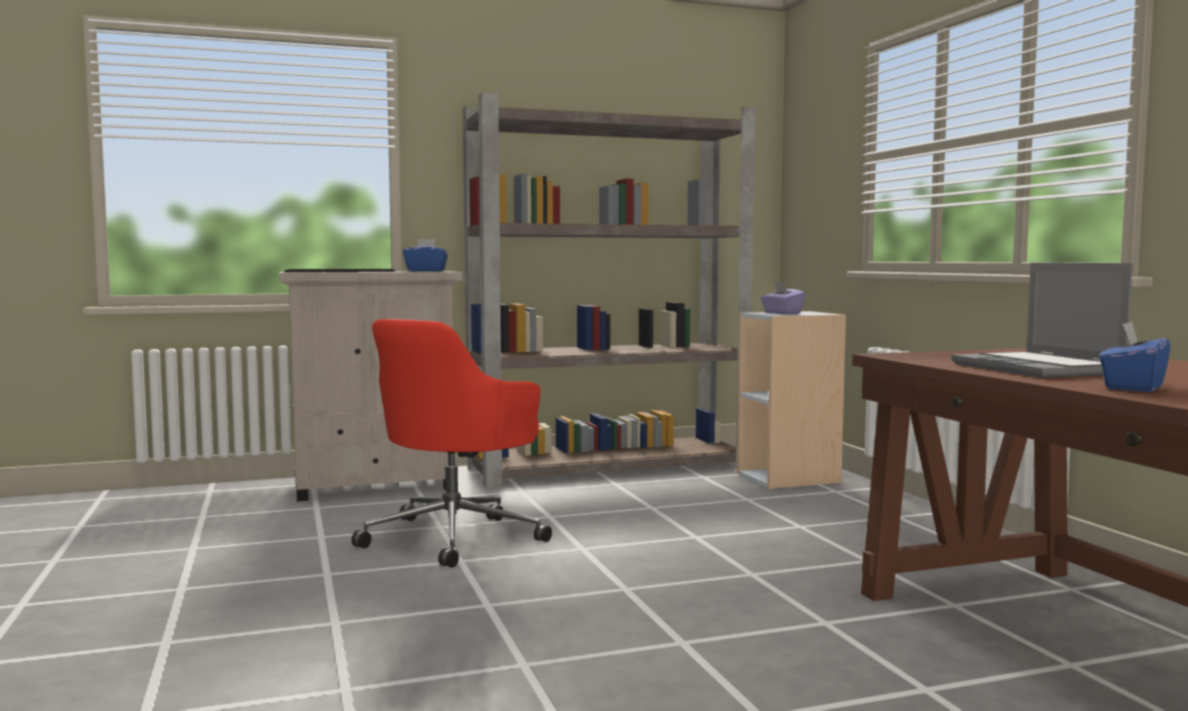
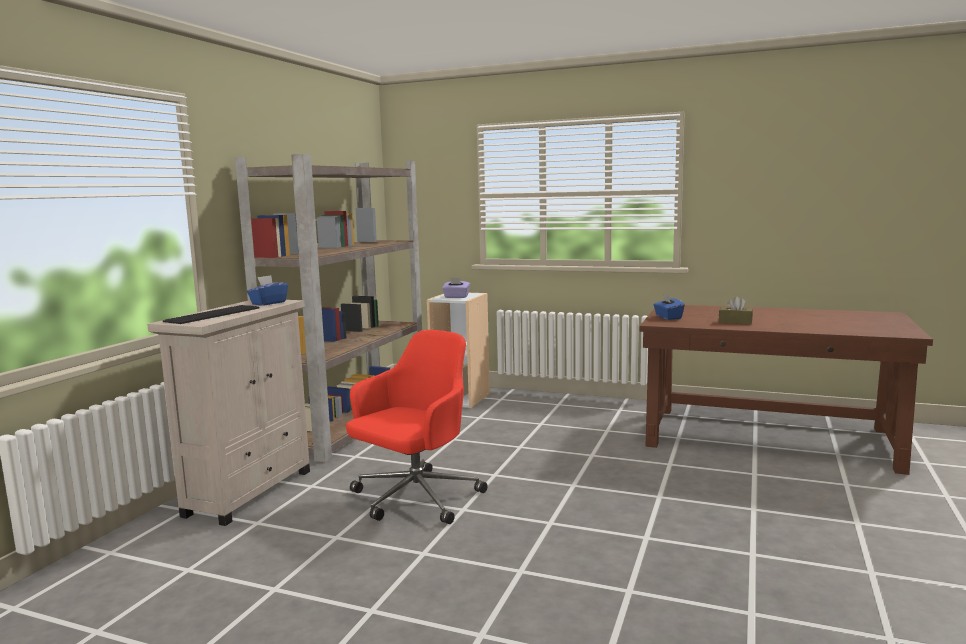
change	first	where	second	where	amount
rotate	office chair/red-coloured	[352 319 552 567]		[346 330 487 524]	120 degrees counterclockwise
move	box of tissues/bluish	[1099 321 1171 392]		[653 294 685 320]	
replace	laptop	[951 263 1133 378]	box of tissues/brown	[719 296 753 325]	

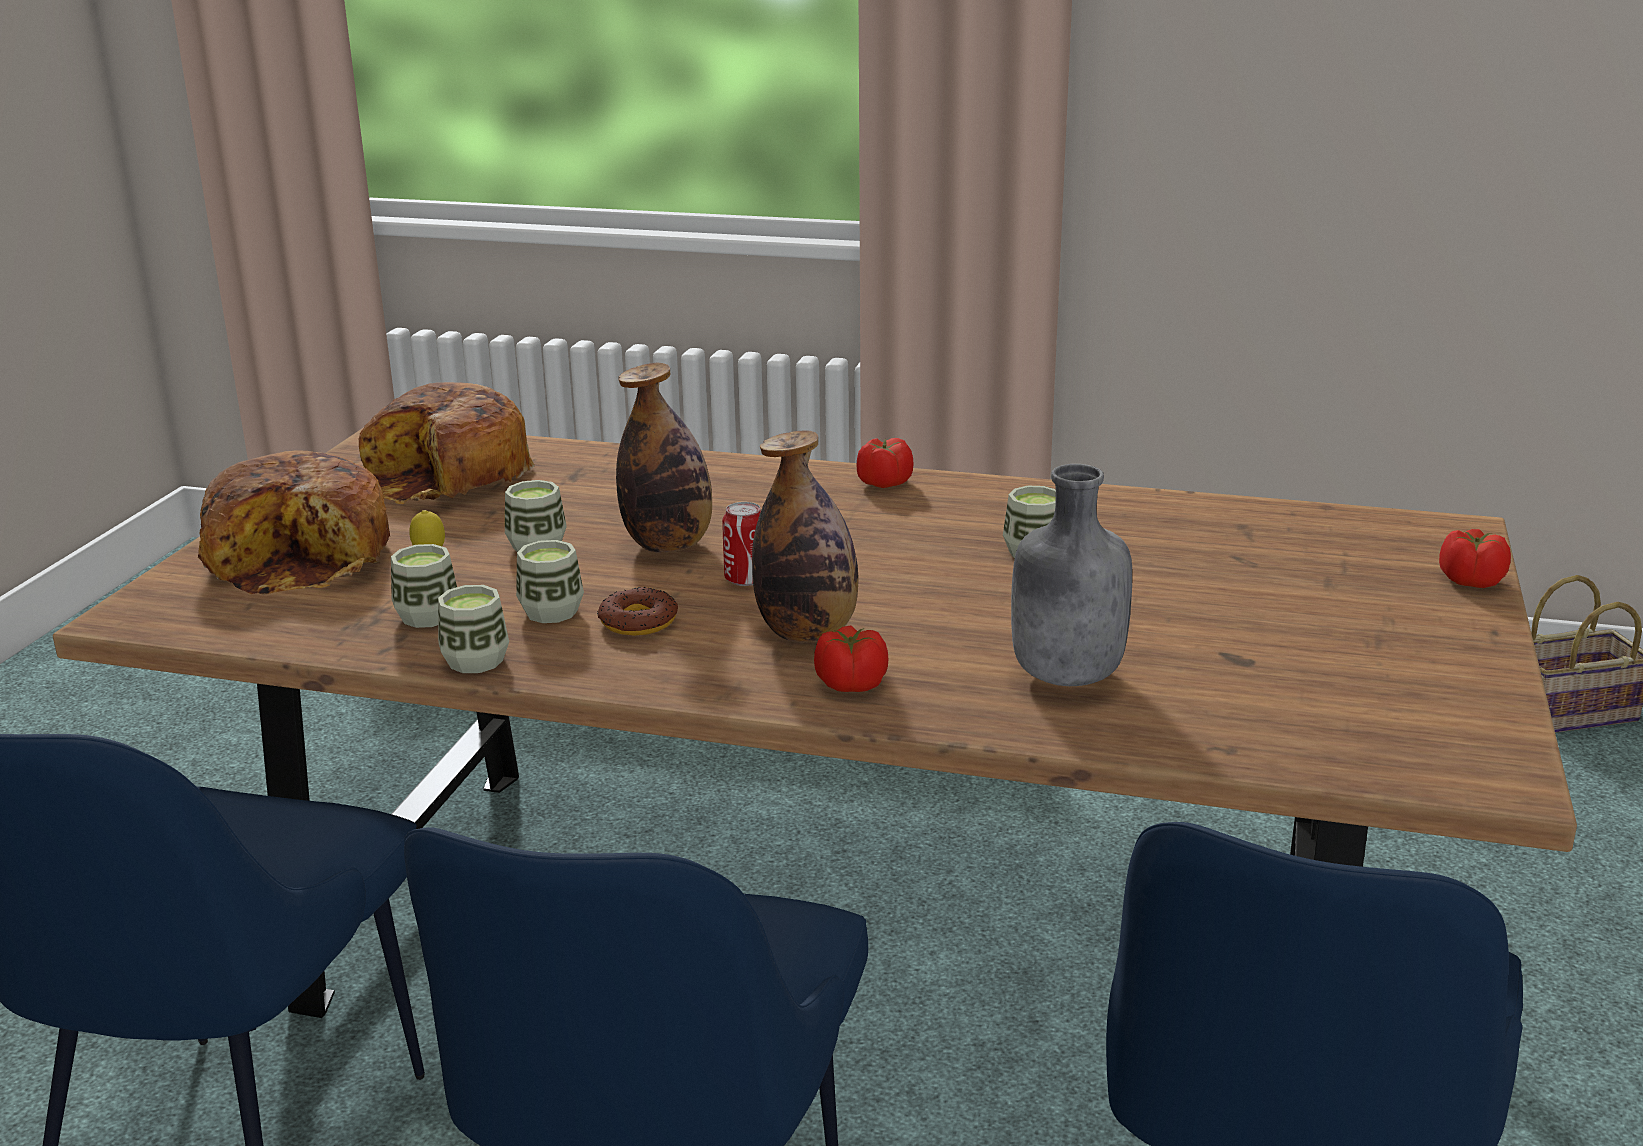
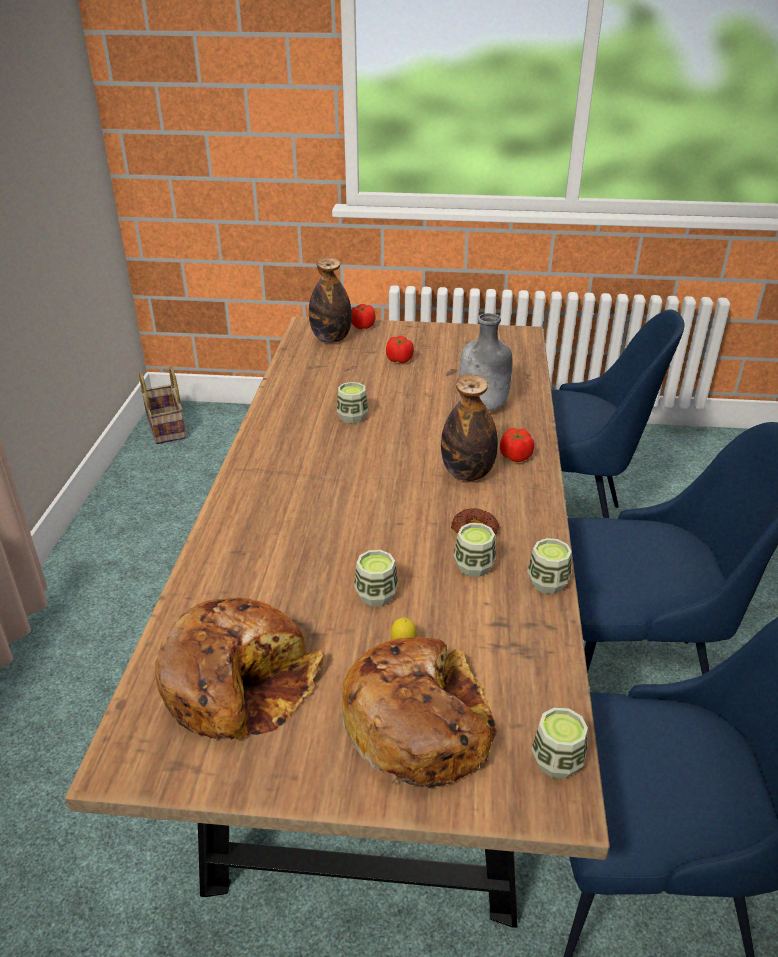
change	first	where	second	where	amount
move	bottle	[616 363 712 553]		[309 257 352 343]	
move	fresh tomato	[856 438 914 488]		[386 336 414 363]	
move	cup	[391 544 457 628]		[531 707 588 779]	
delete	sealed can	[722 502 761 586]			

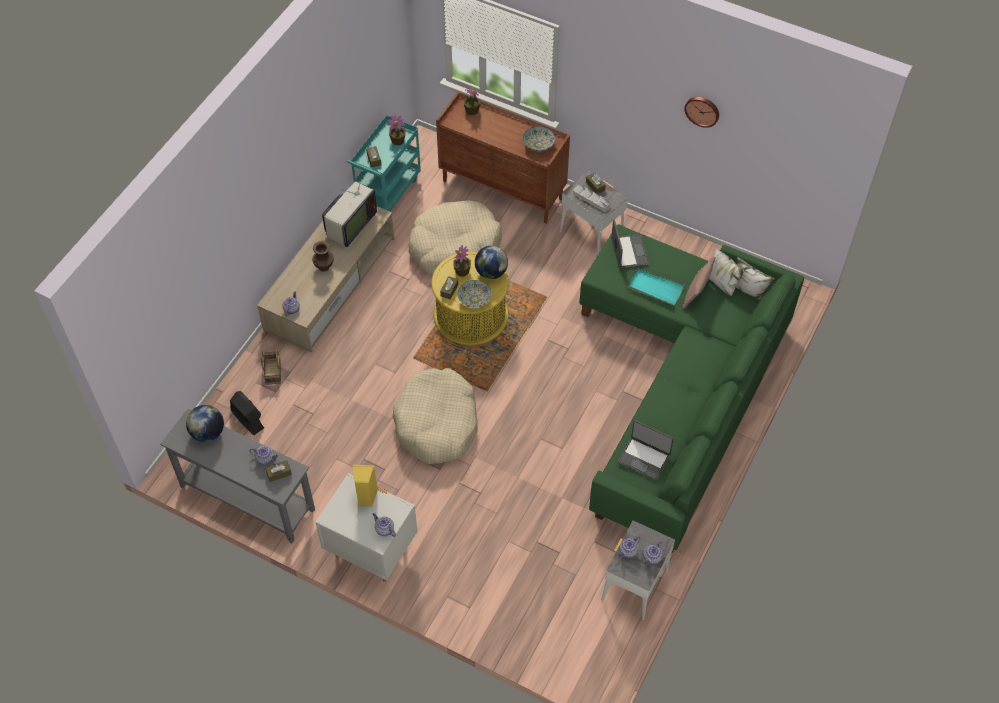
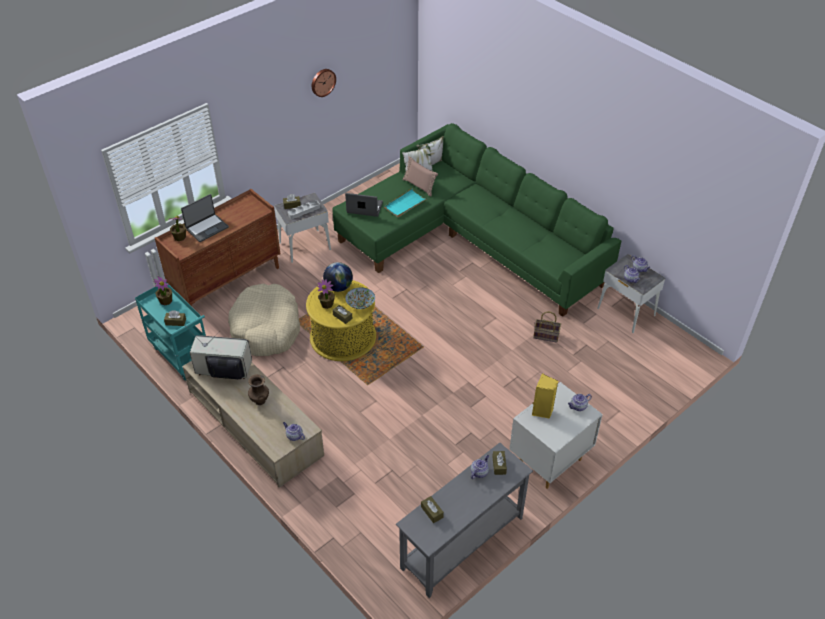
change	first	where	second	where	amount
move	laptop	[617 420 674 480]		[181 194 229 242]	
rotate	TV set	[322 165 377 247]		[184 325 252 379]	45 degrees counterclockwise
replace	globe	[186 405 224 442]	box of tissues/brown	[421 496 444 523]	
move	basket	[261 350 281 385]		[533 311 561 343]	
delete	electric fan/black	[230 391 264 435]			
delete	dog cushion/sand-coloured	[393 368 478 464]			
delete	serving bowl	[523 126 555 151]			

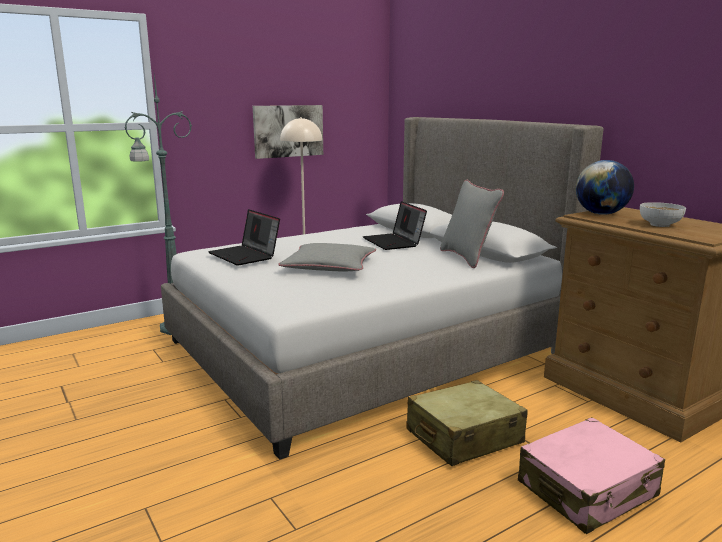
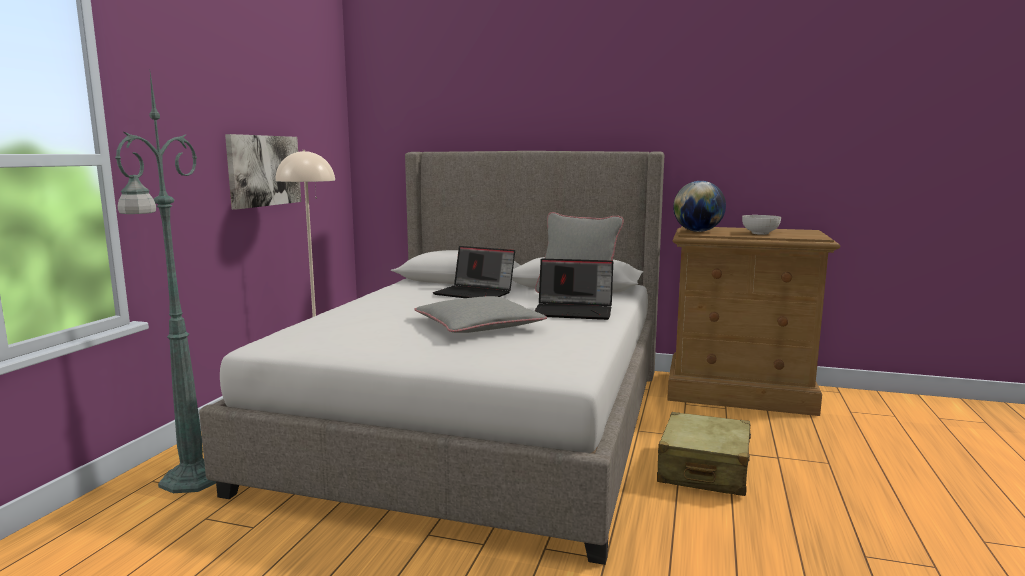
change	first	where	second	where	amount
move	laptop	[208 209 280 266]		[535 259 613 320]	
delete	travel case/pink	[518 417 665 534]			

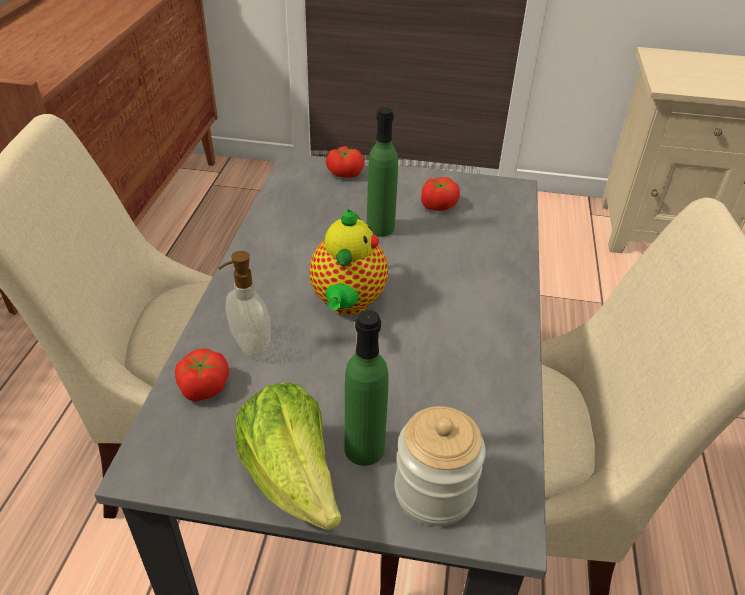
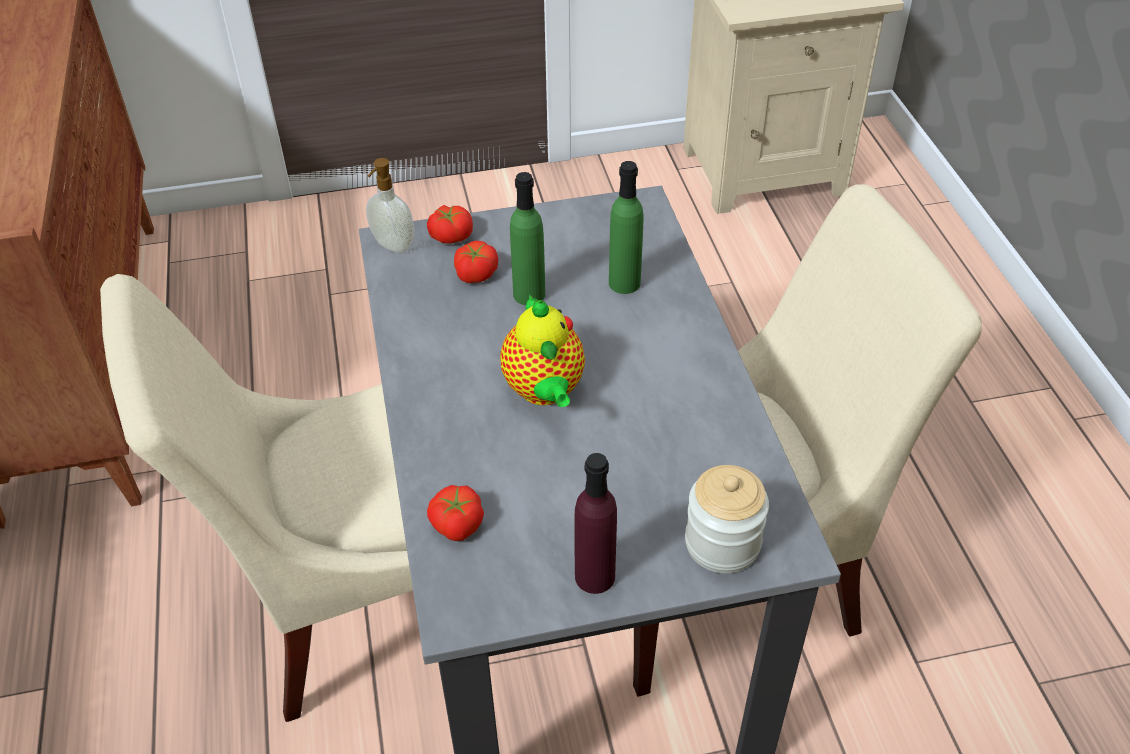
change	first	where	second	where	amount
move	liquid soap bottle	[218 251 271 358]		[366 158 414 253]	
move	fresh tomato	[421 177 460 211]		[454 241 498 283]	
replace	lettuce	[235 383 341 530]	bottle/purplish	[574 453 617 594]	
move	bottle/green-coloured	[344 310 388 466]		[609 161 643 294]	

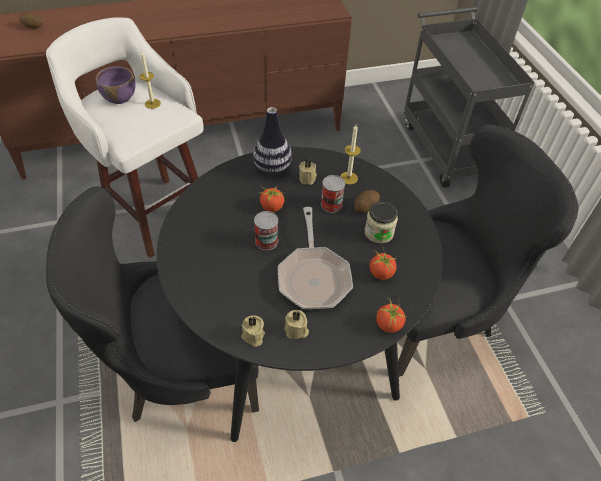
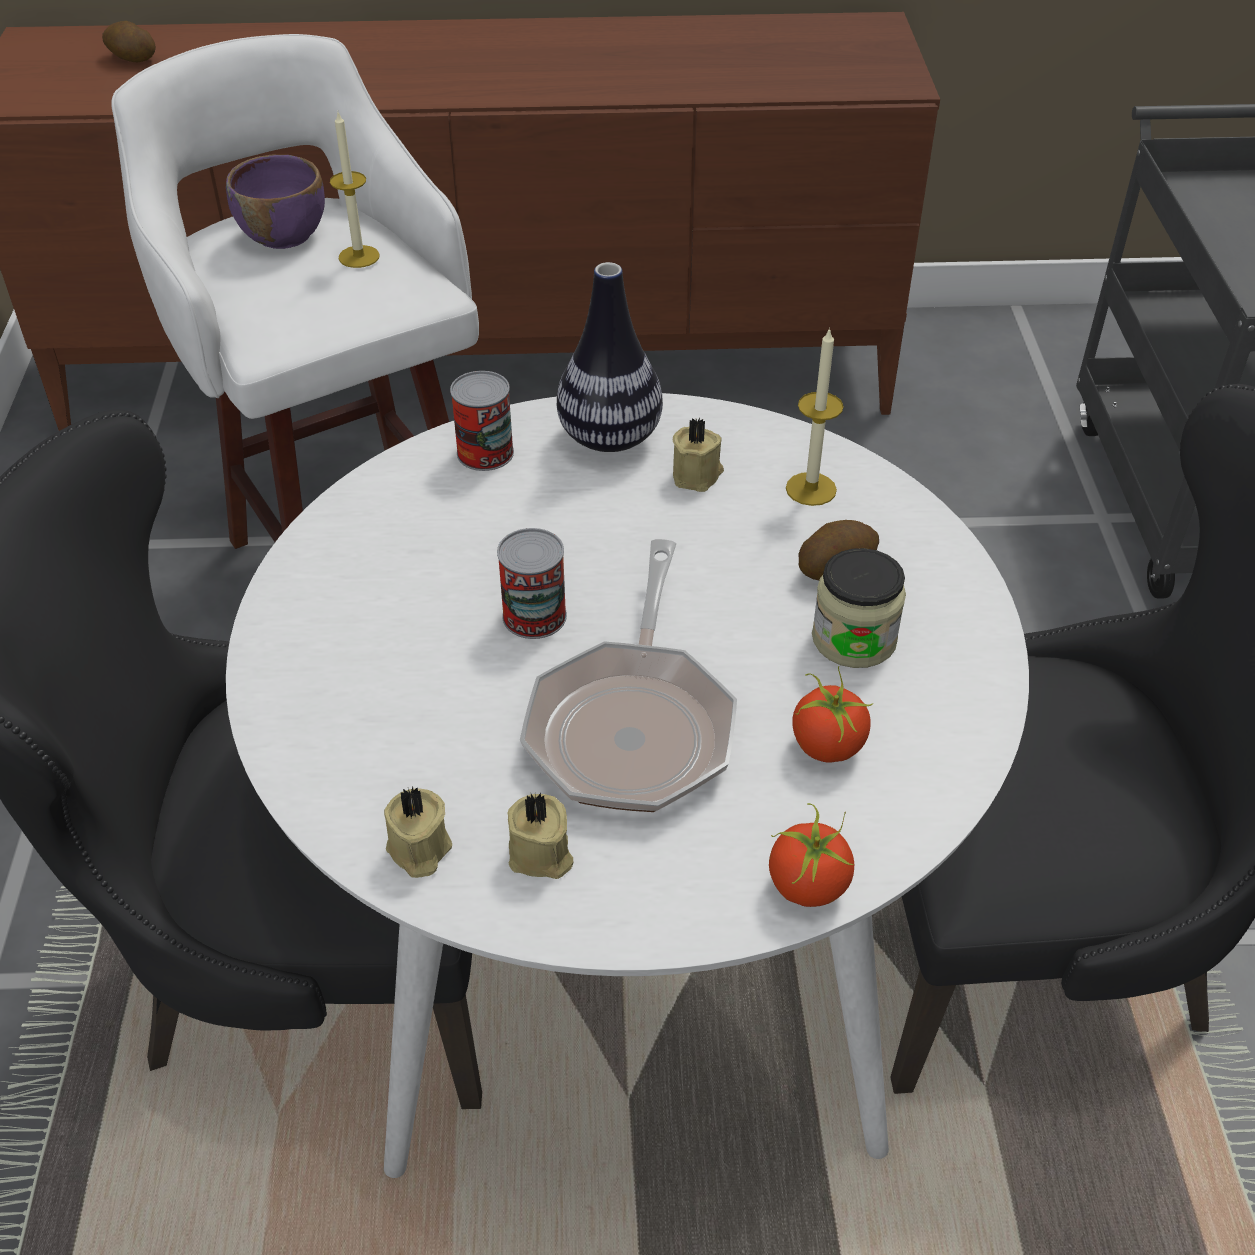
change	first	where	second	where	amount
recolor	kitchen table/black	[157 147 443 442]	kitchen table/white	[226 393 1029 1178]	
move	sealed can	[321 175 345 213]		[450 371 514 471]	
delete	fresh tomato	[260 185 284 212]			

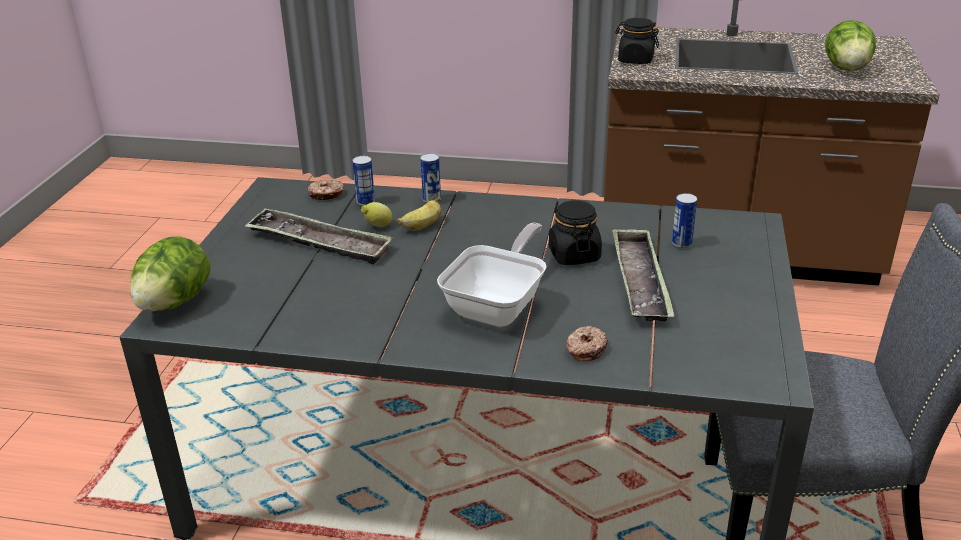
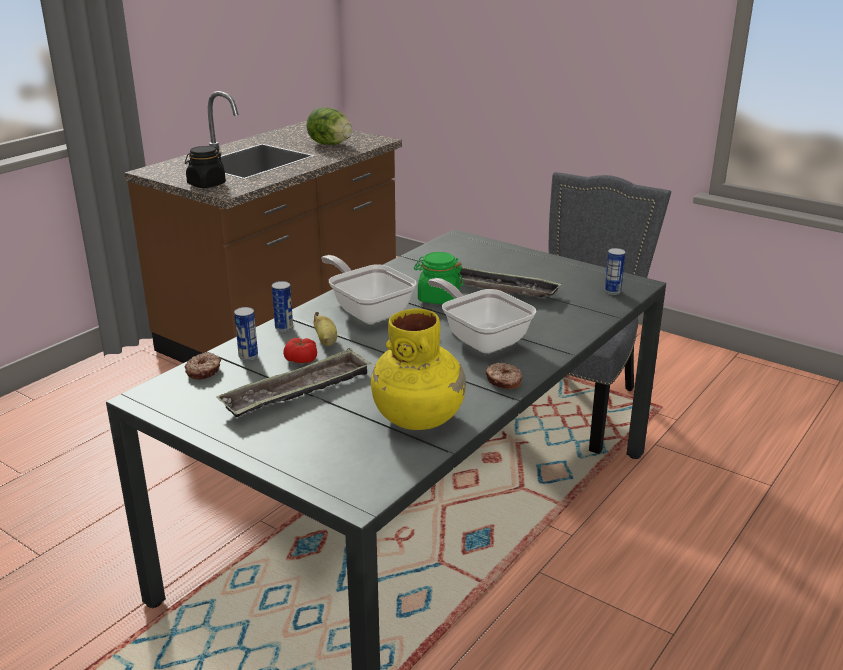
change	first	where	second	where	amount
replace	lemon	[361 202 392 227]	fresh tomato	[283 338 317 363]	
insert			skillet	[321 255 417 324]	
insert			decorative vase/yellow-coloured	[371 309 466 430]	
recolor	jar/black	[549 200 602 265]	jar/green-coloured	[414 252 464 304]	
move	ring doughnut	[566 326 608 361]		[485 362 522 389]	
move	sealed can	[672 193 697 249]		[604 248 625 295]	
delete	lettuce	[130 236 210 311]			

